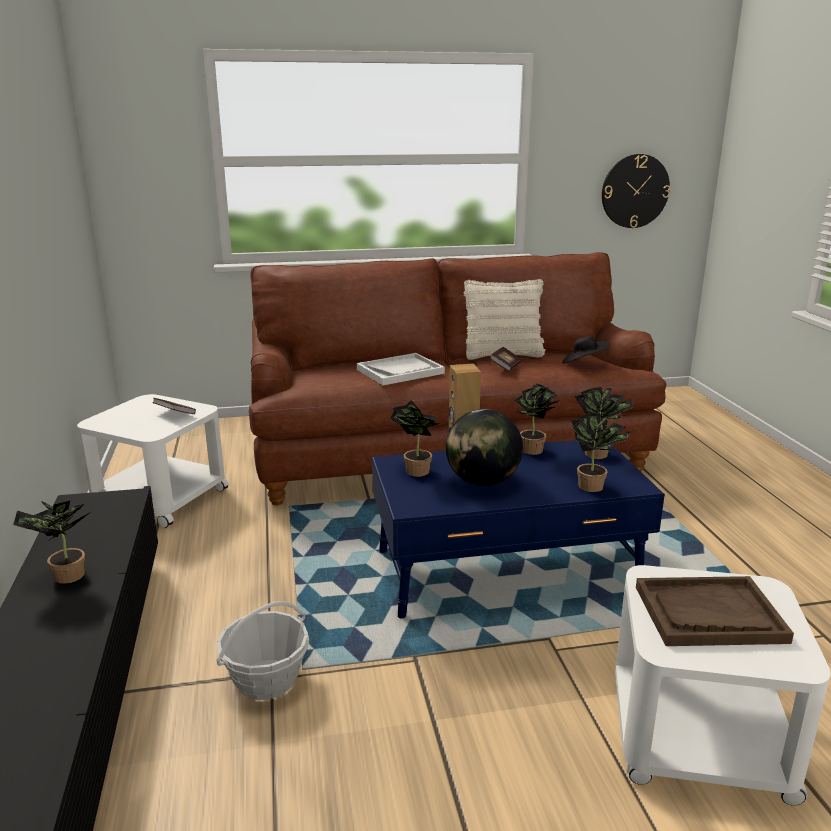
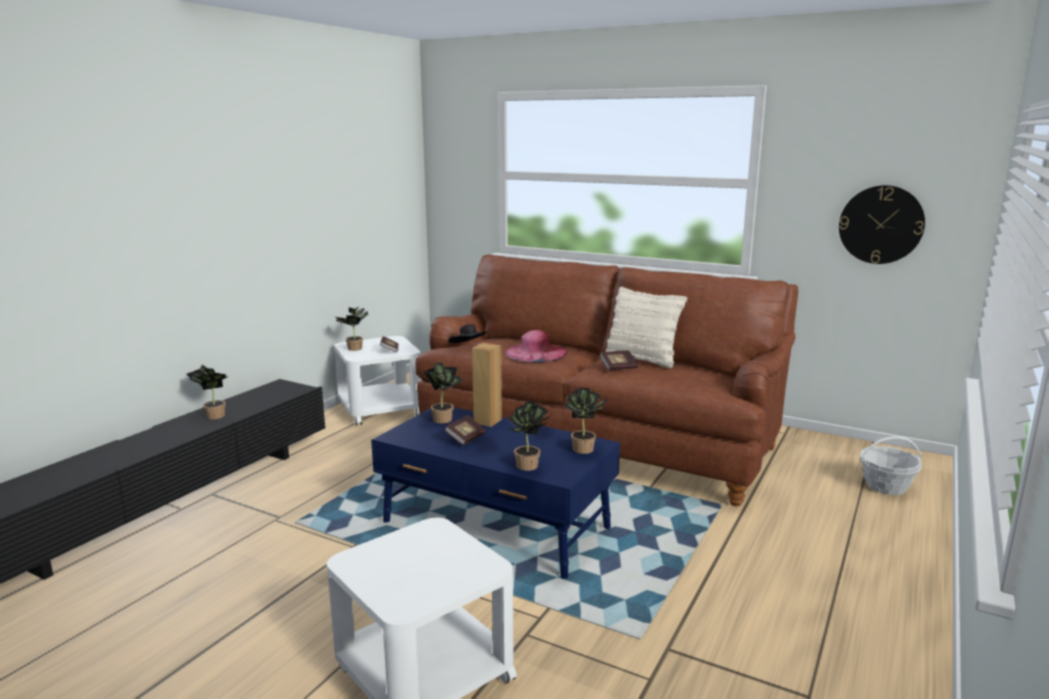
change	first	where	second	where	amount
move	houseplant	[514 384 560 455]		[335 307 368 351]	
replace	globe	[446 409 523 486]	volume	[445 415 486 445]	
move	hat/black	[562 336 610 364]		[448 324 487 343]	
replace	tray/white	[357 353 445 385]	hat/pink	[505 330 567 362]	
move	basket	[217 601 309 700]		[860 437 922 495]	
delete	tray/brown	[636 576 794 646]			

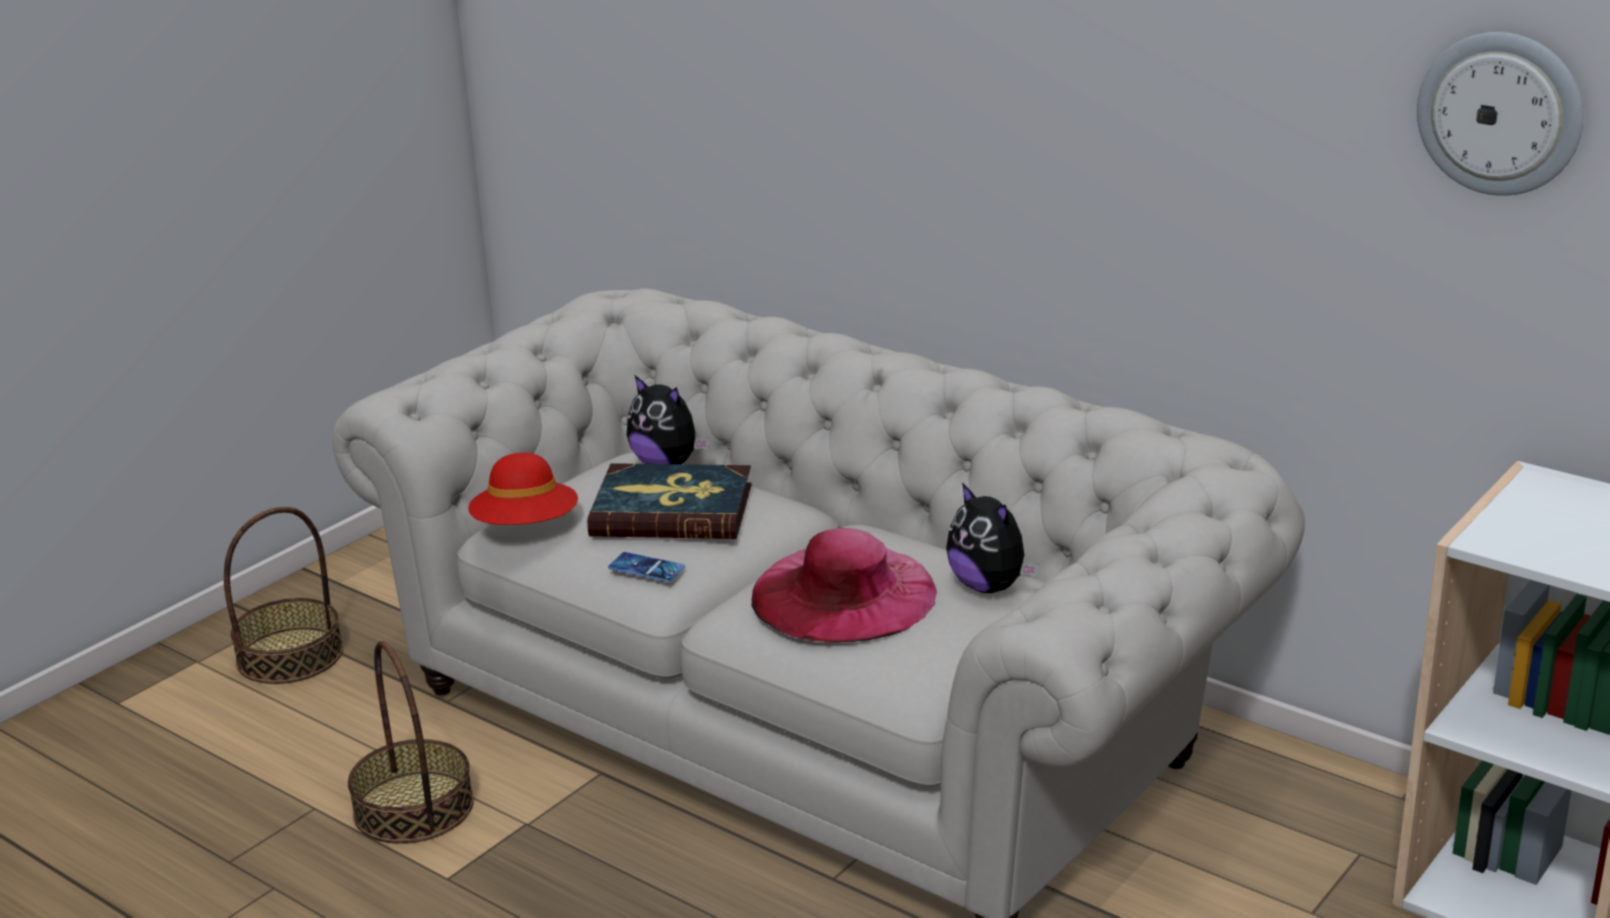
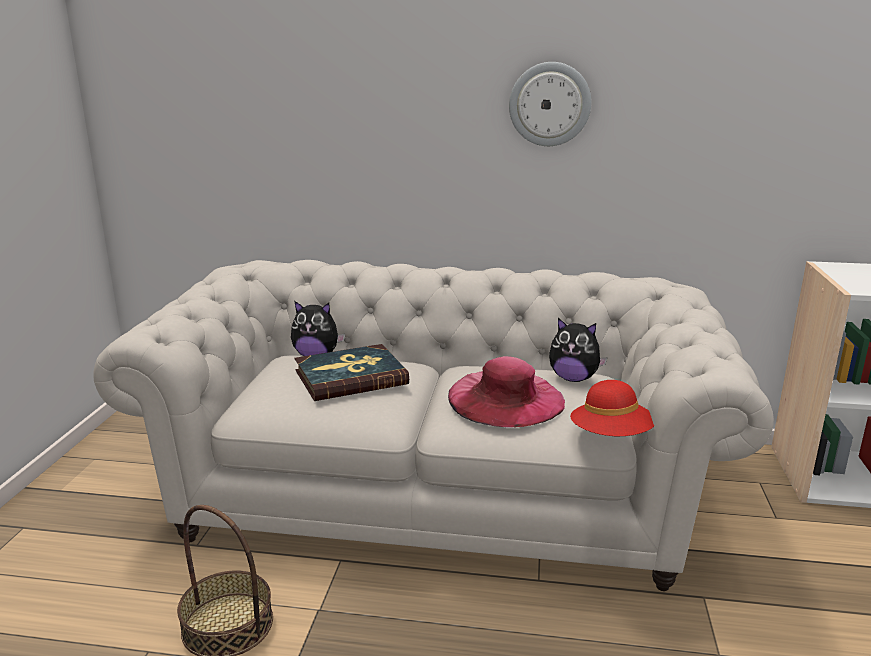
change	first	where	second	where	amount
move	wall clock	[1417 32 1583 196]		[509 62 591 146]	
move	hat/red-coloured	[468 453 578 525]		[570 380 654 436]	
delete	basket	[224 507 343 684]			
delete	handset	[608 552 685 582]			

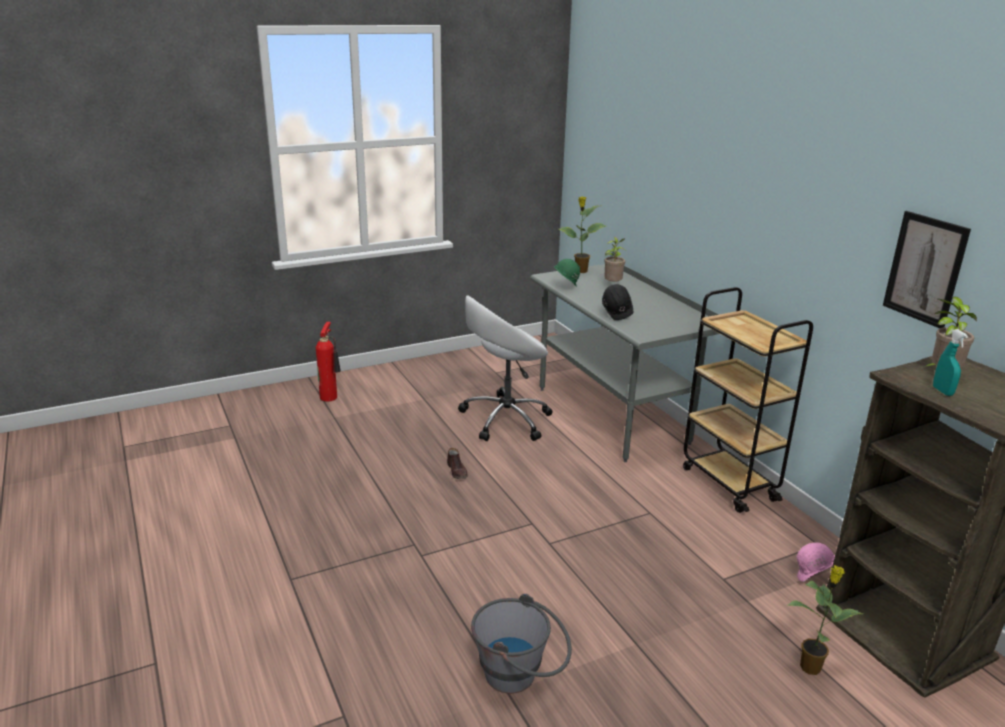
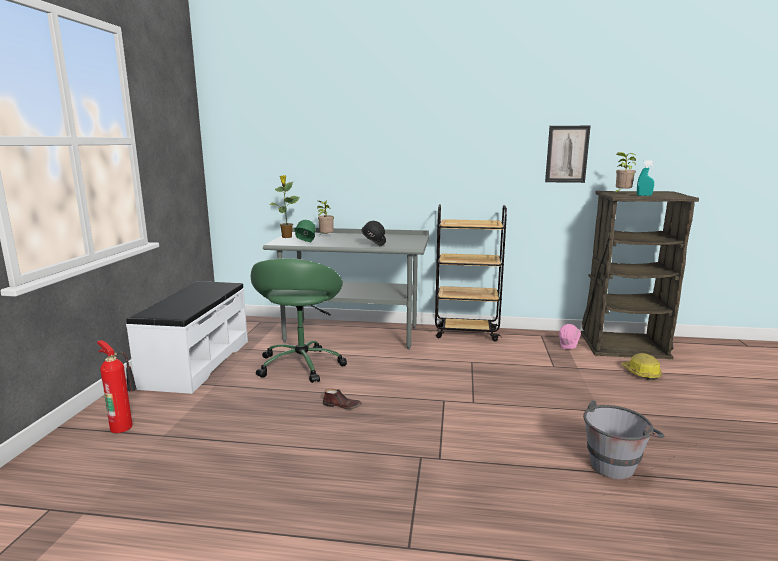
change	first	where	second	where	amount
insert			long seat/white	[126 281 248 394]	
recolor	office chair/white	[458 295 553 441]	office chair/green-coloured	[251 258 347 383]	
replace	houseplant	[788 565 864 675]	hard hat	[621 353 662 380]	

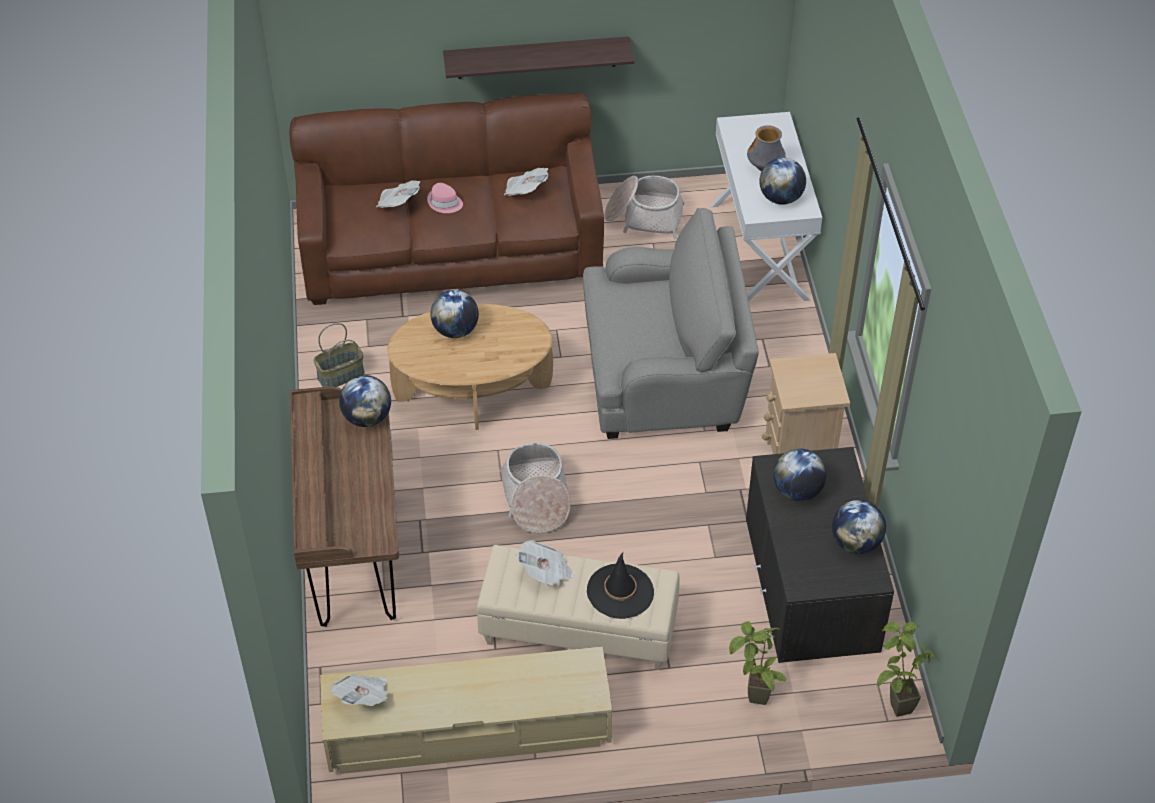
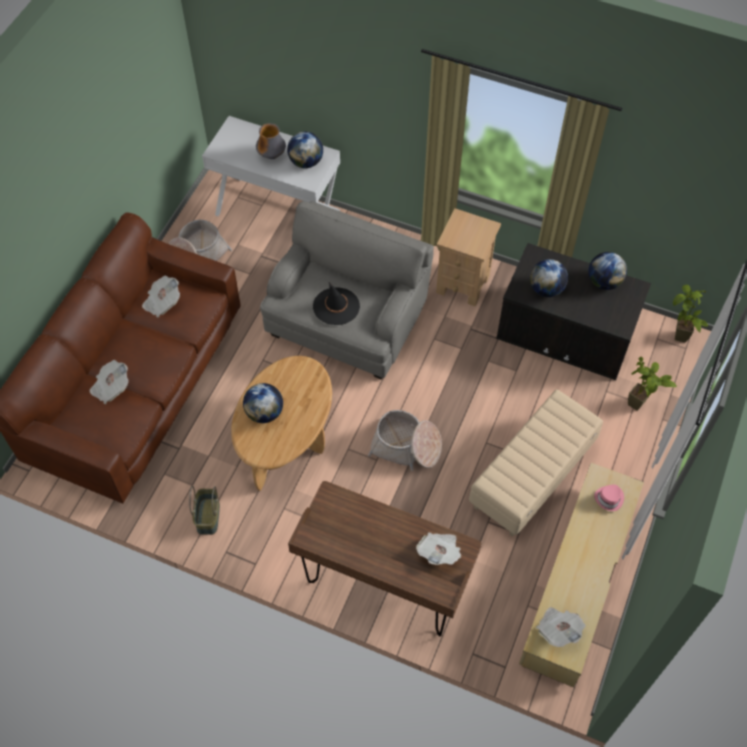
change	first	where	second	where	amount
move	hat/black	[587 552 654 619]		[313 282 360 325]	
move	newspaper	[516 540 575 586]		[416 532 461 565]	
move	hat/pink	[427 183 463 213]		[594 485 624 511]	
delete	globe	[339 375 391 427]			
delete	bracket shelf	[443 37 635 79]			

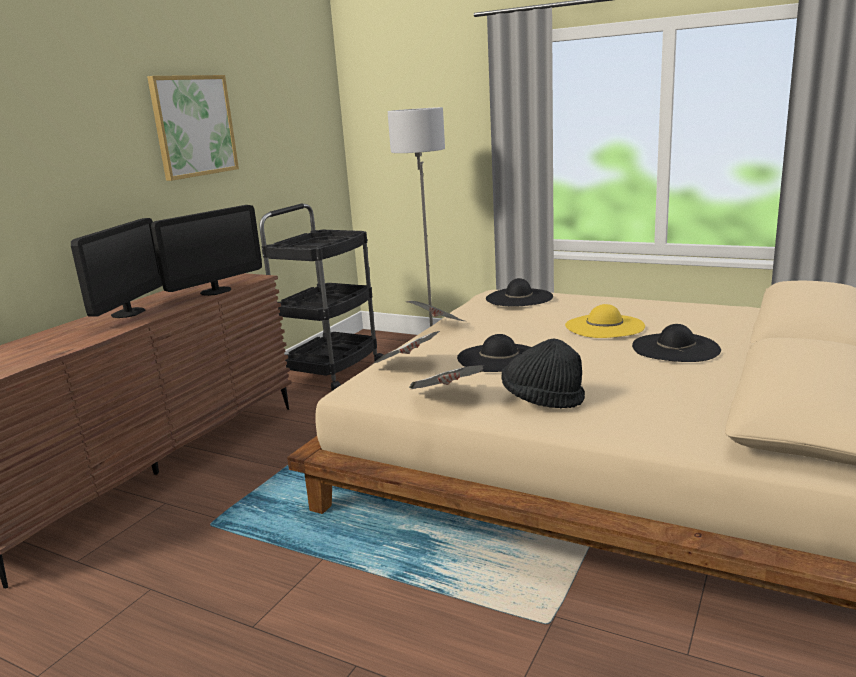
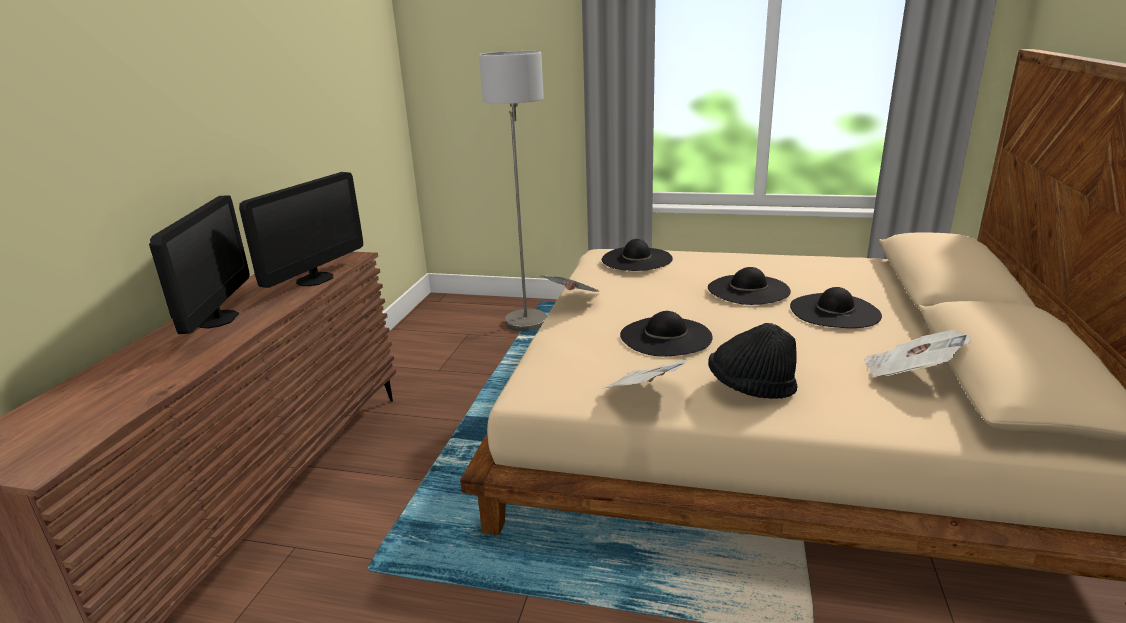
change	first	where	second	where	amount
recolor	hat/yellow-coloured	[565 304 645 338]	hat/black	[708 267 791 305]	
move	newspaper	[373 331 440 364]		[864 330 971 378]	
delete	picture	[147 75 239 181]			
delete	wheeled cart/black	[260 204 383 391]			

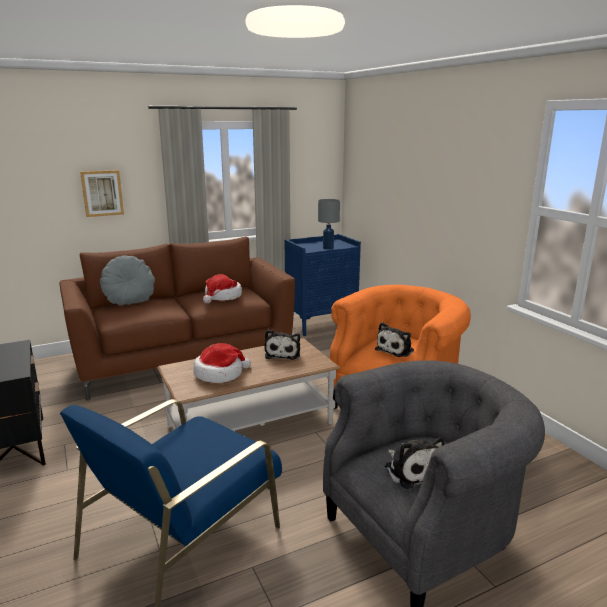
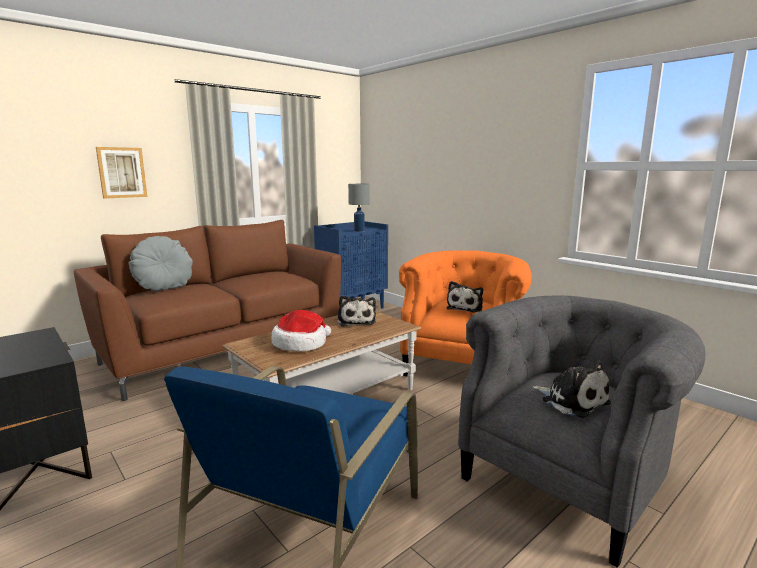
change	first	where	second	where	amount
delete	hat	[203 274 242 303]			

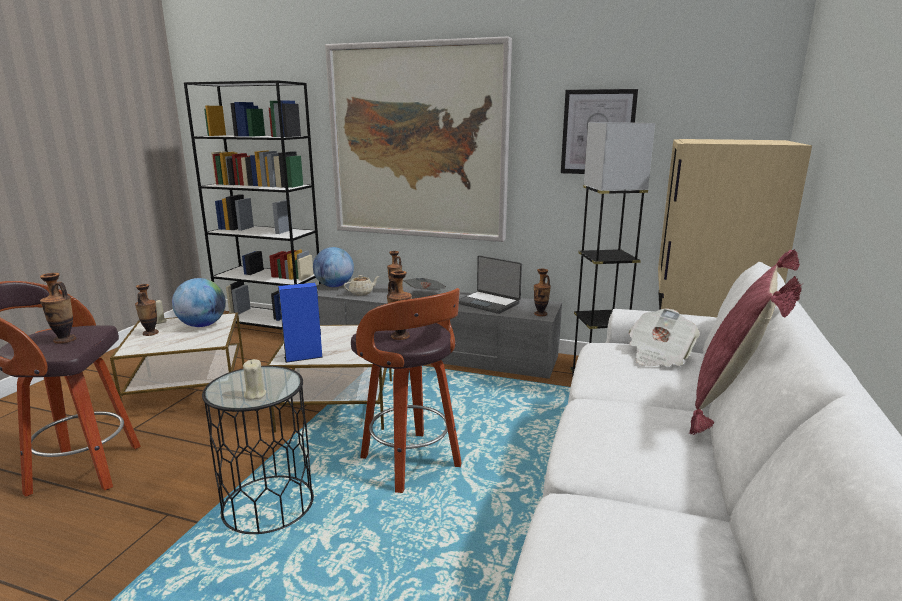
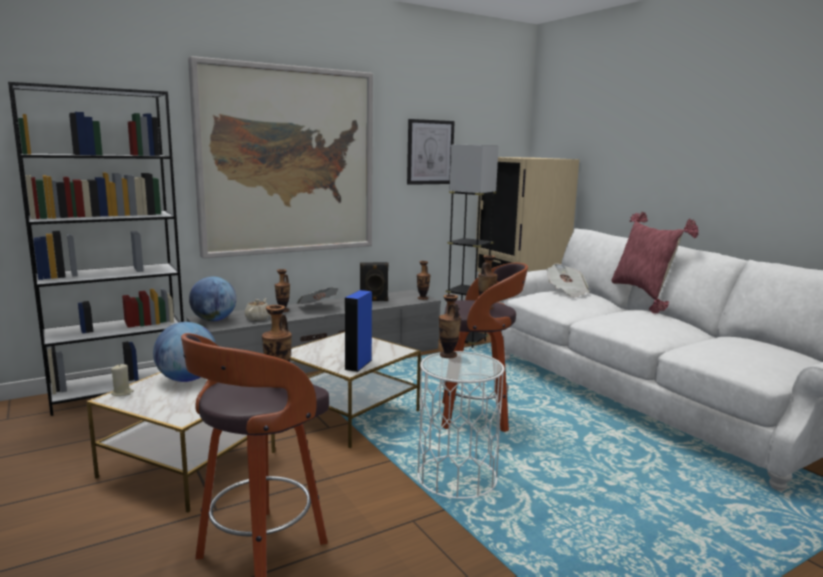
change	first	where	second	where	amount
replace	laptop	[459 255 522 314]	speaker/black	[360 262 389 301]	
recolor	side table/black	[202 366 314 534]	side table/white	[417 351 505 499]	
move	decorative vase	[135 284 159 336]		[439 294 461 358]	
delete	candle/sand-coloured	[243 359 267 400]			

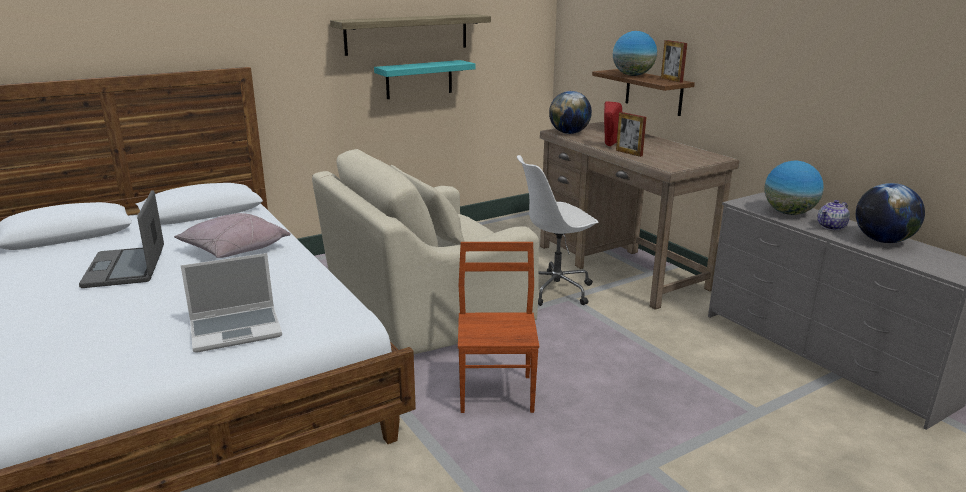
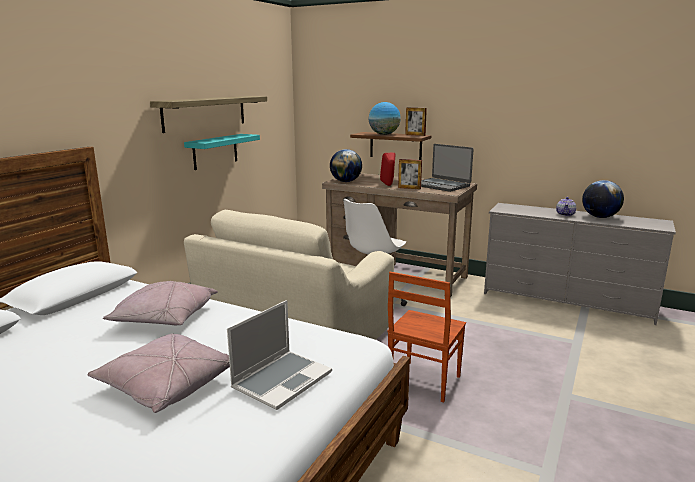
change	first	where	second	where	amount
insert			pillow/purplish	[88 333 230 413]	
rotate	chair/brown	[458 242 539 413]		[387 272 466 402]	120 degrees counterclockwise
move	laptop	[79 190 164 288]		[421 144 473 192]	
delete	globe	[765 161 824 215]			

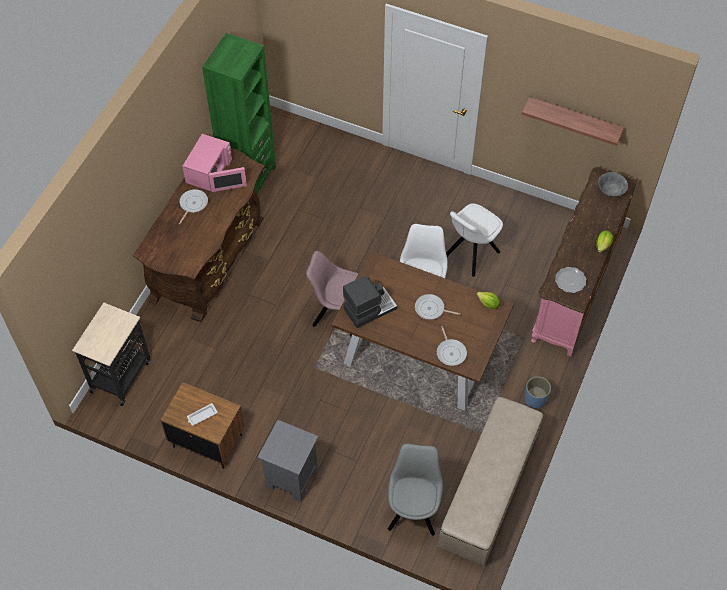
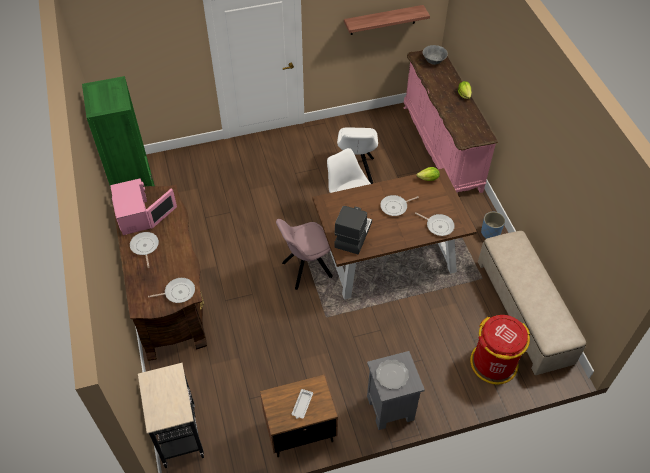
change	first	where	second	where	amount
insert			skillet	[148 278 195 303]	
move	plate	[555 267 586 293]		[376 360 409 389]	
replace	chair/greyish	[388 444 443 536]	rubbish bin/red-coloured	[470 315 530 385]	

